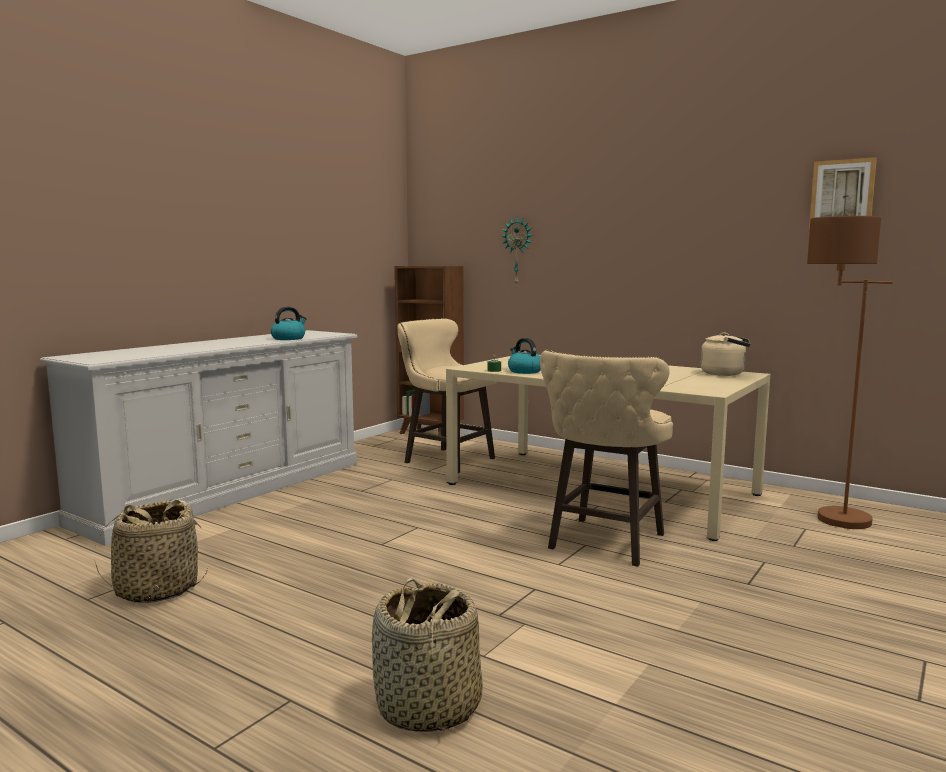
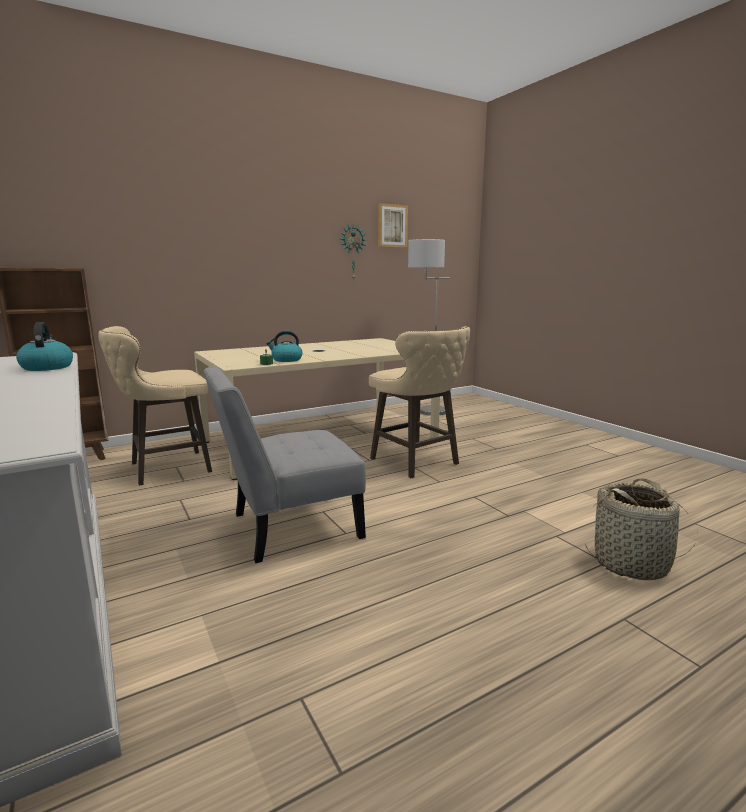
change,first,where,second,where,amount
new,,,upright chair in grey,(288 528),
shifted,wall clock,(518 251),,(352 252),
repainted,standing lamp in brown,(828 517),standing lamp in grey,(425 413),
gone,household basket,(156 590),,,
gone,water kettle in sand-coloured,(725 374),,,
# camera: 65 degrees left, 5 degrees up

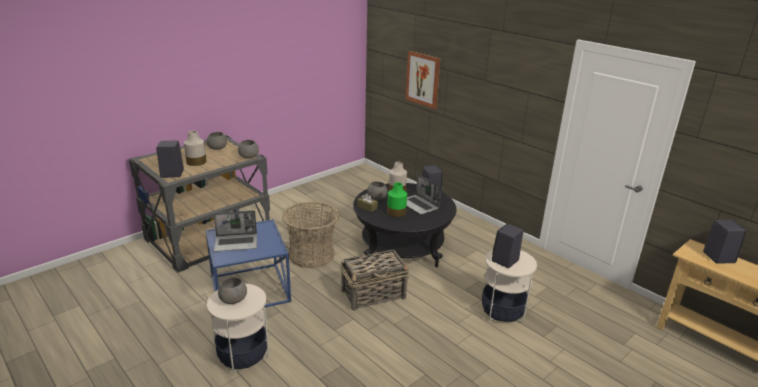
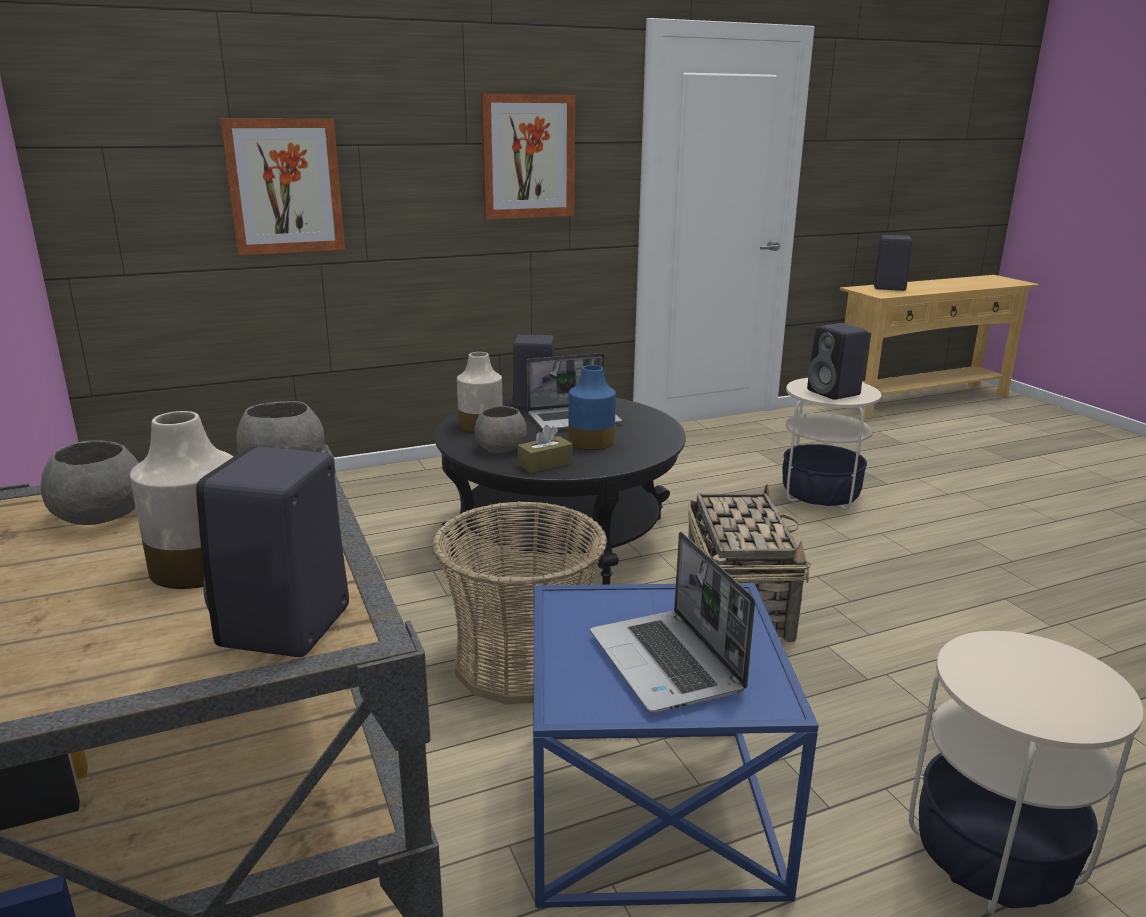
change,first,where,second,where,amount
new,,,picture,(528 157),
repainted,decorative vase in greenish,(396 212),decorative vase in bluish,(591 441),
rotated,notebook computer,(236 243),,(668 663),150 degrees clockwise
gone,serving bowl in grey,(233 299),,,
# camera: 70 degrees left, 5 degrees down

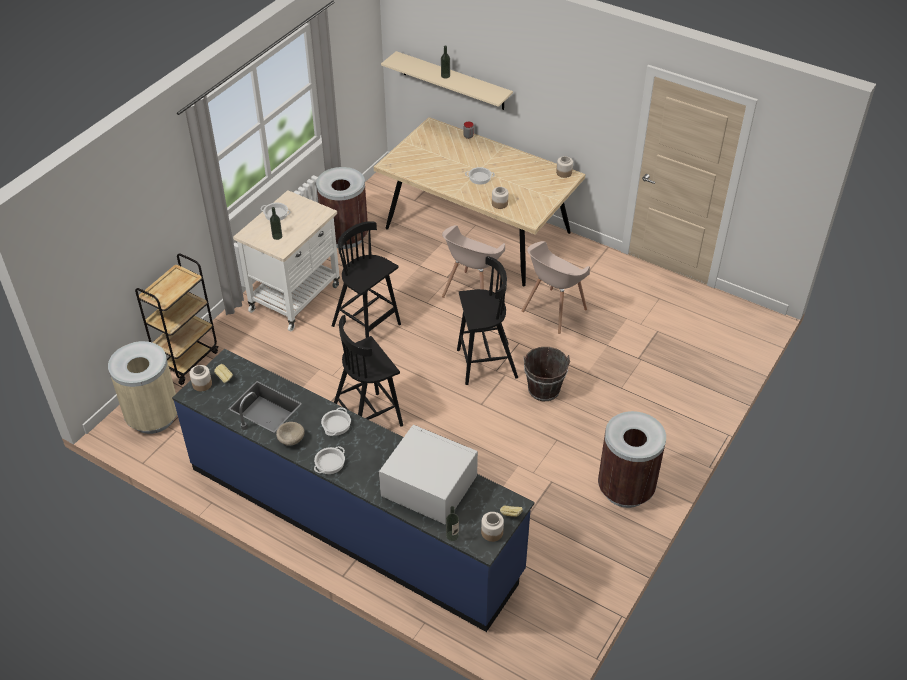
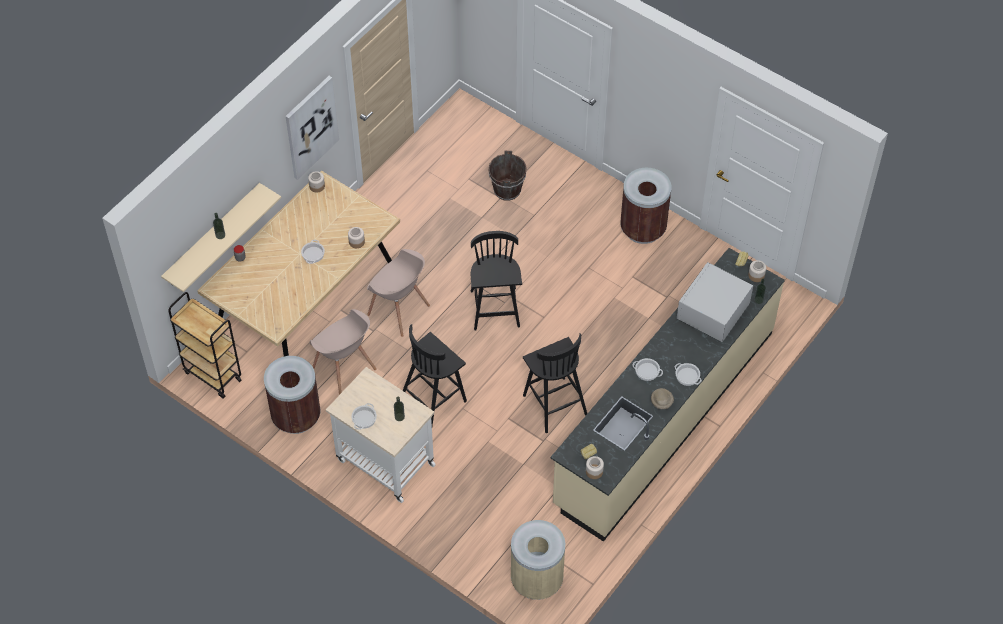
change,first,where,second,where,amount
shifted,cart in brown,(188 362),,(212 377),
new,,,picture,(311 127),
shifted,upright chair in sand-coloured,(554 311),,(344 370),
shifted,bucket in brown,(543 390),,(507 190),
repainted,kitchen counter in bluish,(353 519),kitchen counter in sand-coloured,(664 417),
# camera: 85 degrees left, 10 degrees up

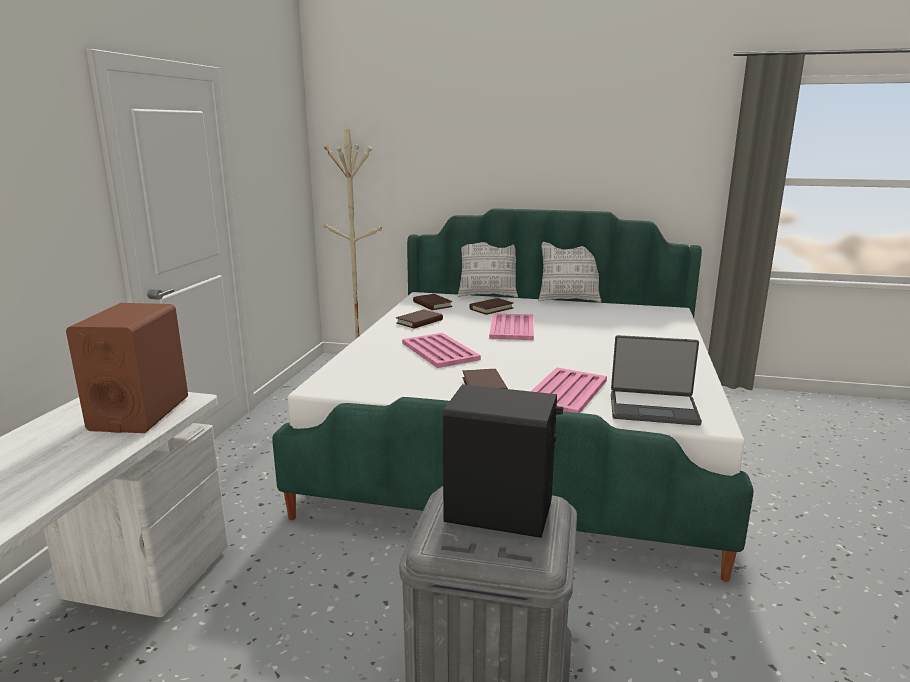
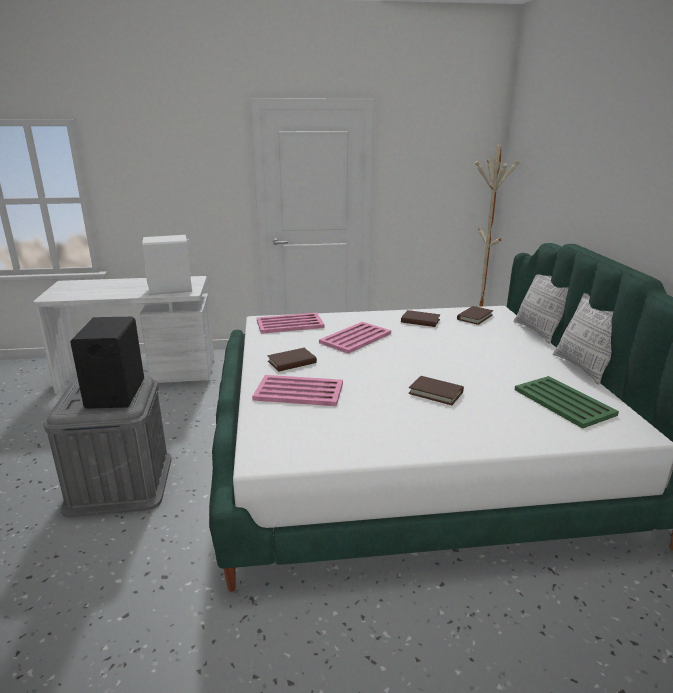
change,first,where,second,where,amount
repainted,speaker in brown,(140 413),speaker in white-coloured,(171 289),
shifted,carrying tray in pink,(511 328),,(289 324),
shifted,bound book in brown,(491 308),,(435 393),
new,,,carrying tray in greenish,(563 401),
gone,notebook computer,(653 408),,,
# camera: 70 degrees right, 5 degrees up

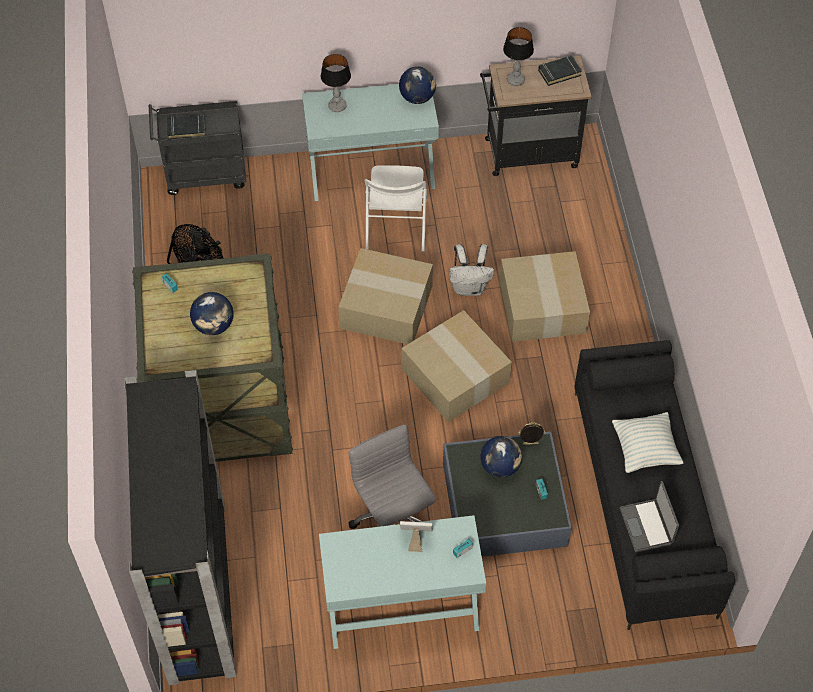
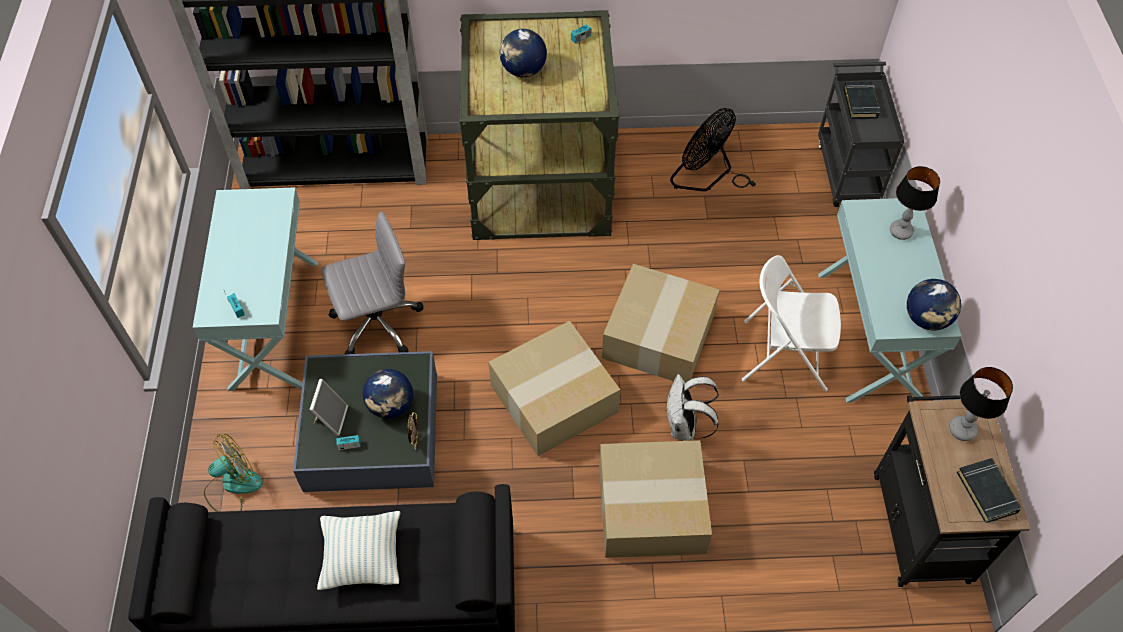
change,first,where,second,where,amount
new,,,fan,(233 486),
shifted,standing frame,(415 538),,(331 418),
gone,notebook computer,(647 526),,,
# camera: 95 degrees right, 0 degrees up

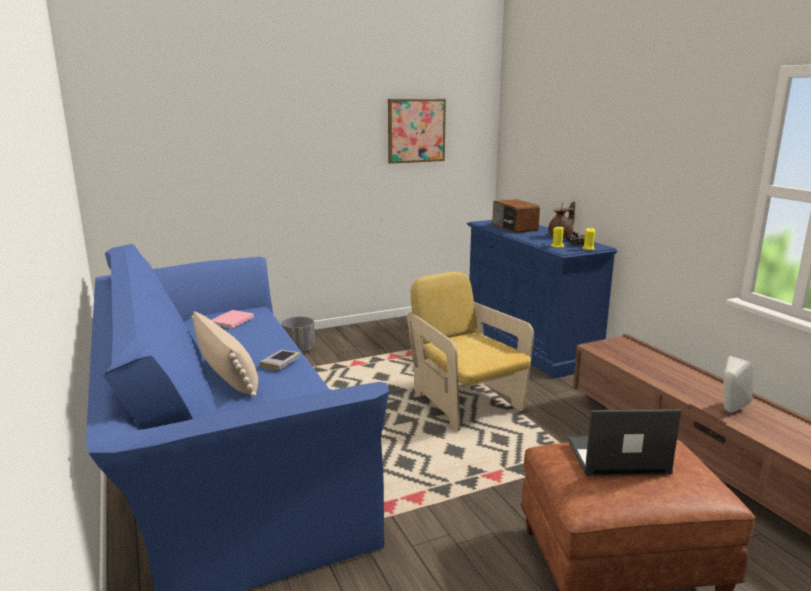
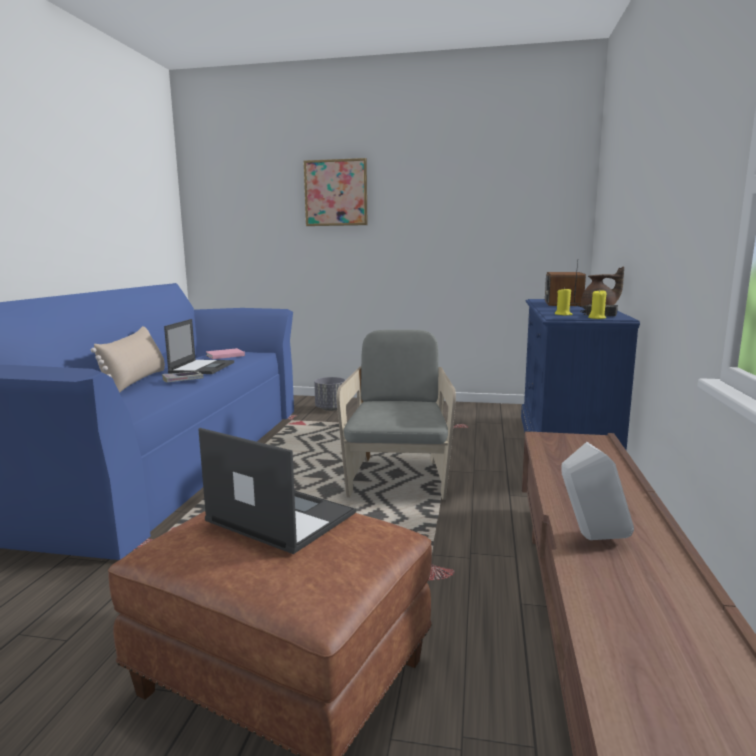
change,first,where,second,where,amount
new,,,notebook computer,(202 367),
shifted,picture,(416 130),,(336 193),
repainted,lounge chair in yellowish,(465 403),lounge chair in grey,(398 478),
# camera: 35 degrees right, 5 degrees down

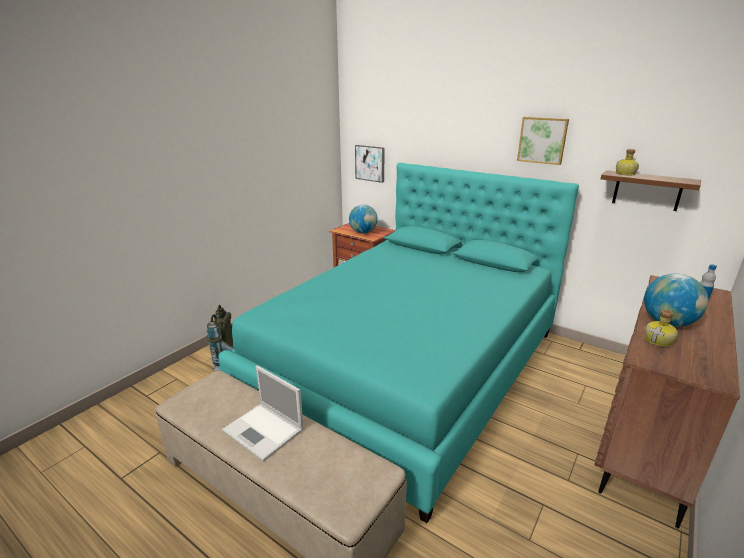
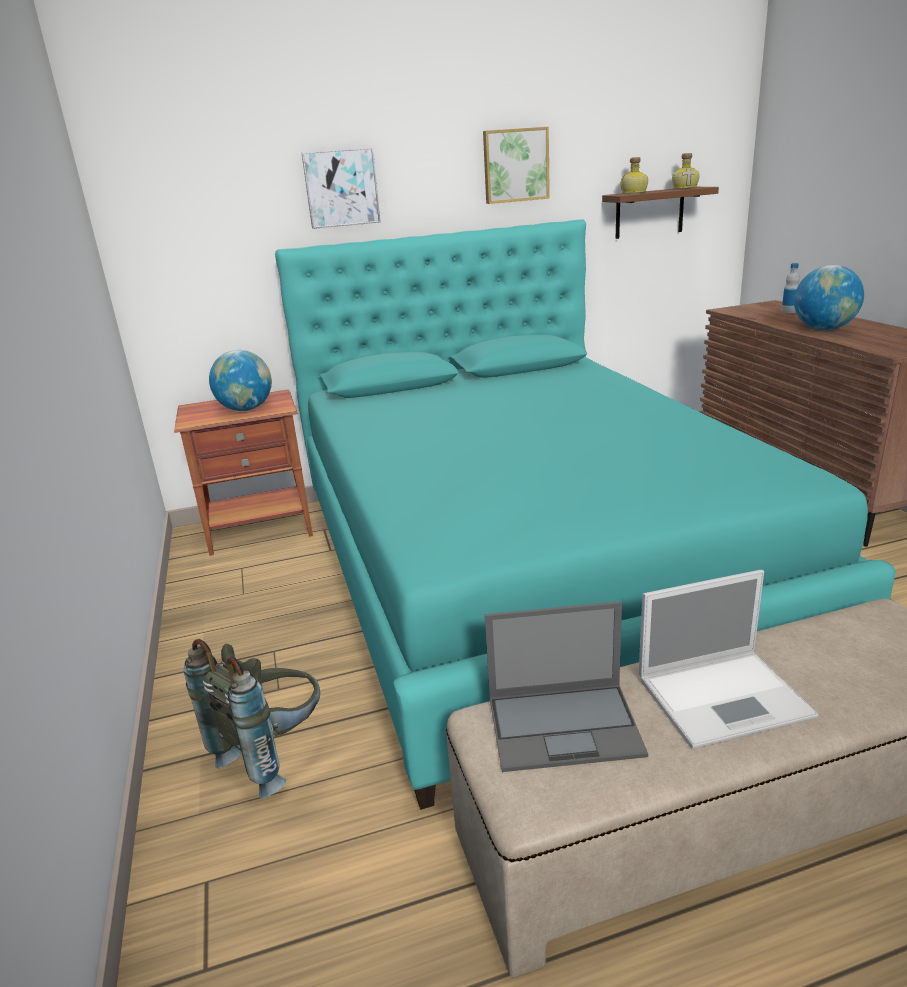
change,first,where,second,where,amount
shifted,picture,(370 163),,(341 188),
new,,,notebook computer,(565 725),
shifted,drink bottle,(659 341),,(685 188),
# camera: 50 degrees left, 0 degrees up

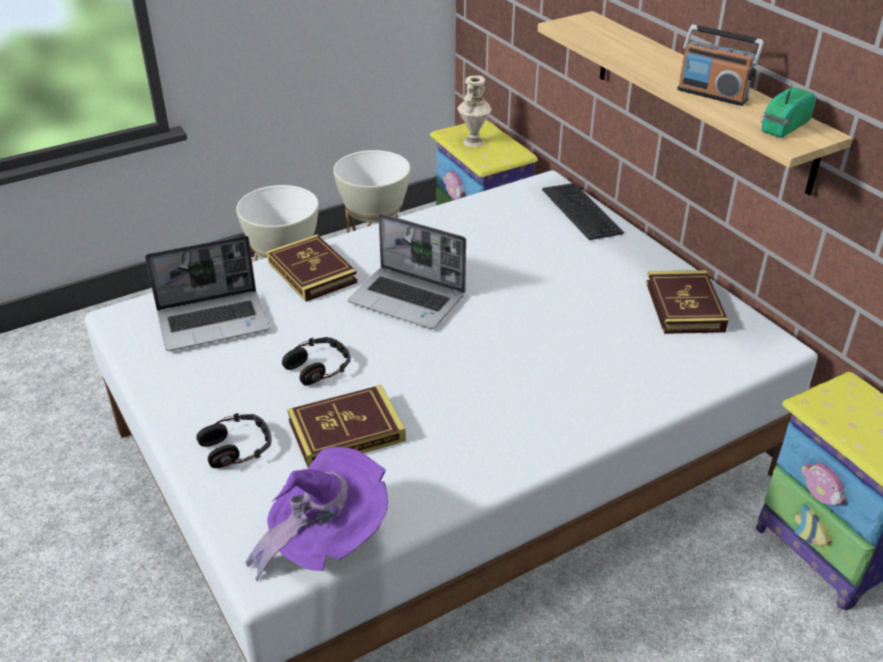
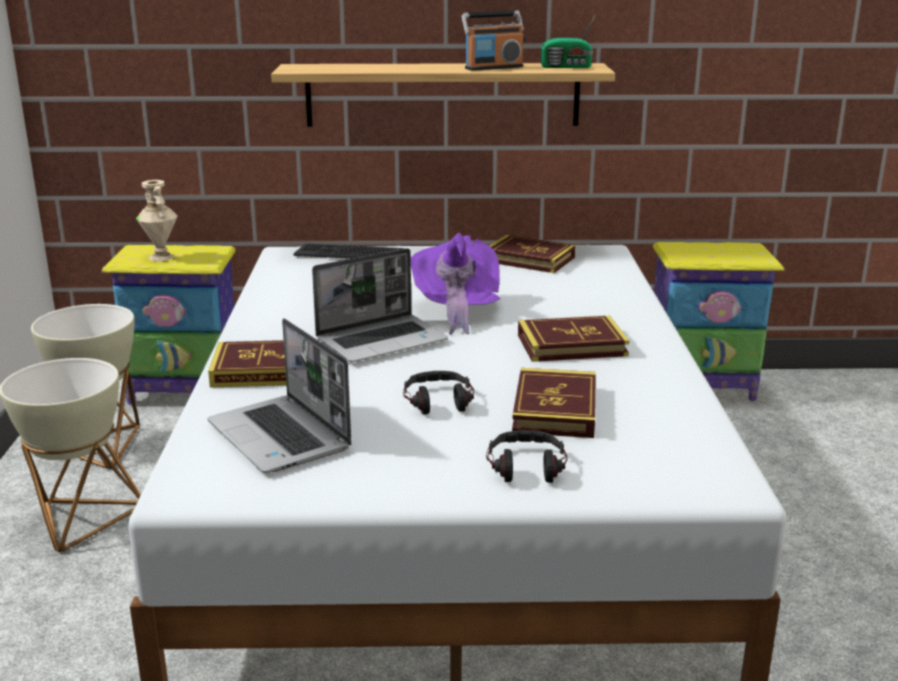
change,first,where,second,where,amount
rotated,notebook computer,(214 321),,(281 437),135 degrees clockwise
shifted,hat in purplish,(326 538),,(456 310),
new,,,bound book,(571 345),
rotated,radio set,(783 126),,(567 67),75 degrees counterclockwise
# camera: 60 degrees left, 15 degrees down

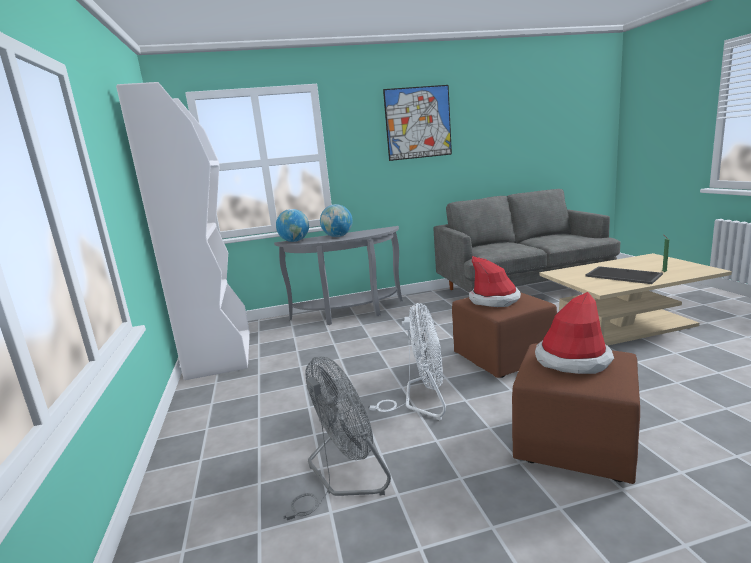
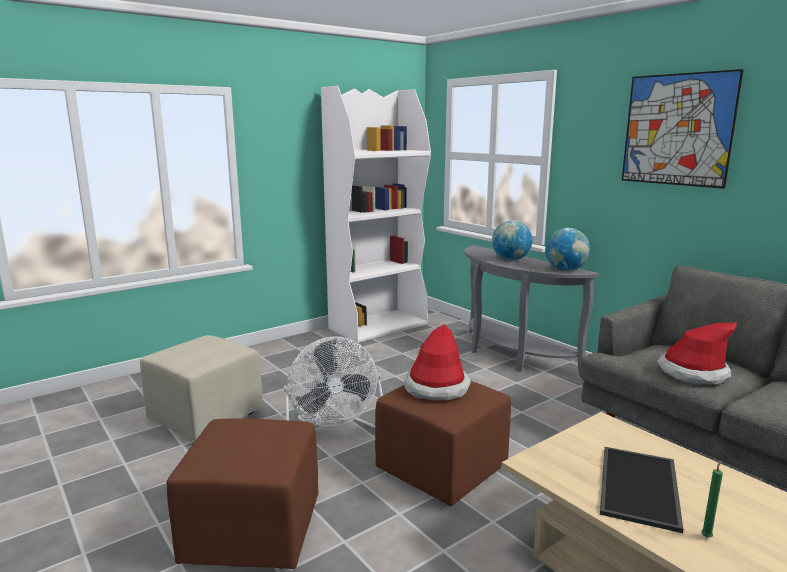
change,first,where,second,where,amount
swapped,fan in grey,(336 474),footrest in sand-coloured,(206 416),
shifted,world globe,(295 241),,(565 270),
shifted,hat,(572 360),,(692 372),
# camera: 65 degrees right, 0 degrees up

